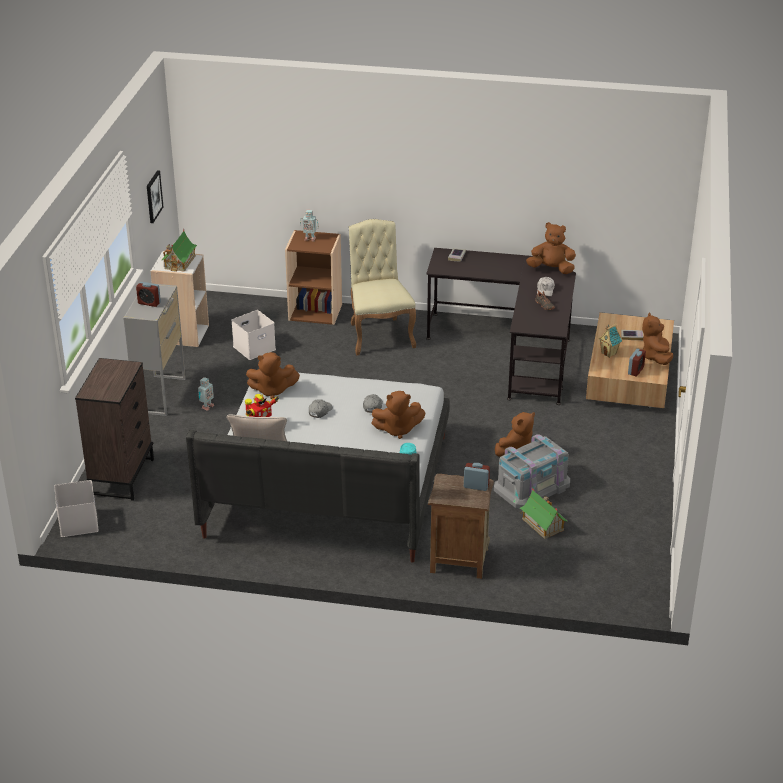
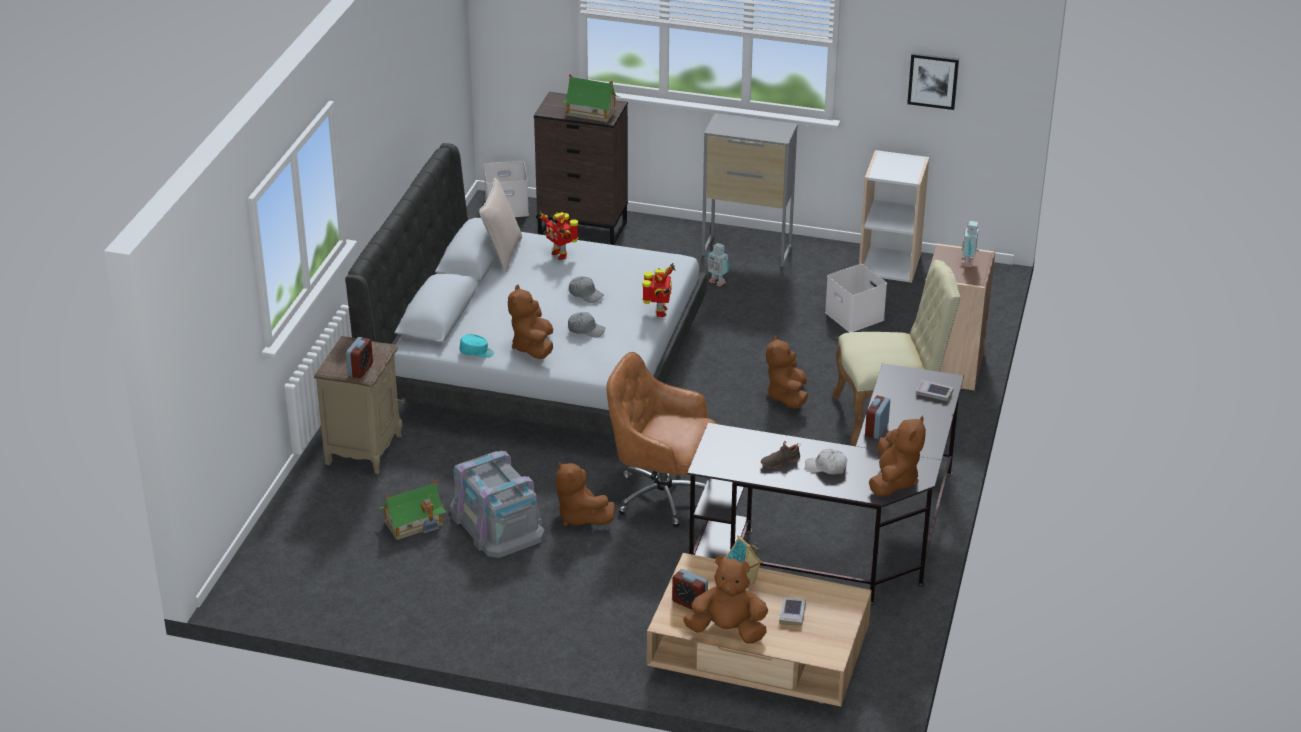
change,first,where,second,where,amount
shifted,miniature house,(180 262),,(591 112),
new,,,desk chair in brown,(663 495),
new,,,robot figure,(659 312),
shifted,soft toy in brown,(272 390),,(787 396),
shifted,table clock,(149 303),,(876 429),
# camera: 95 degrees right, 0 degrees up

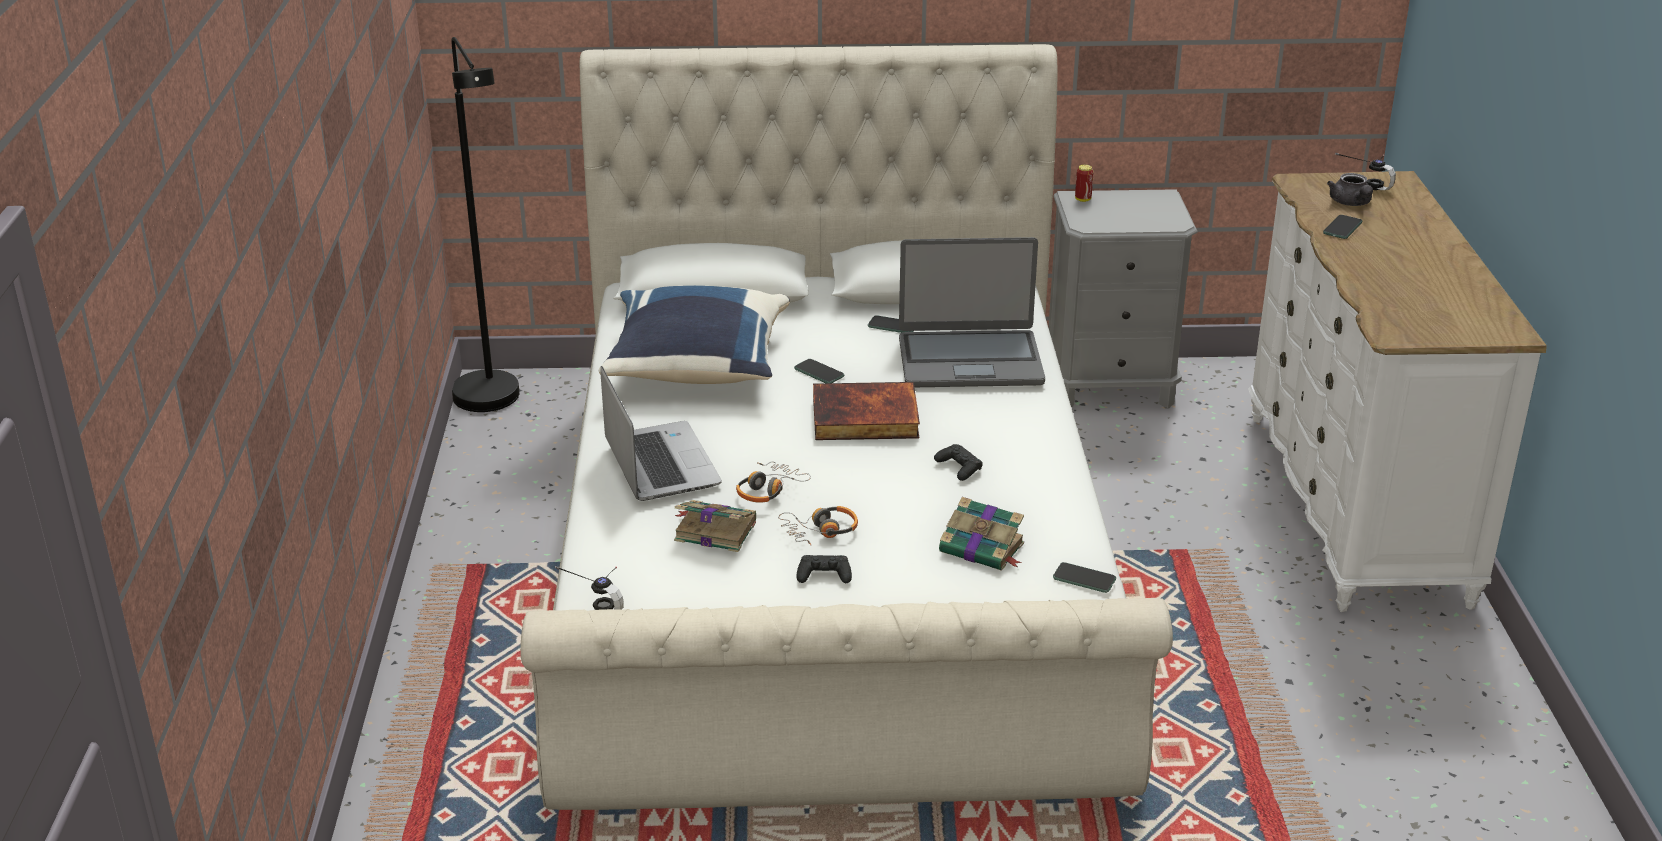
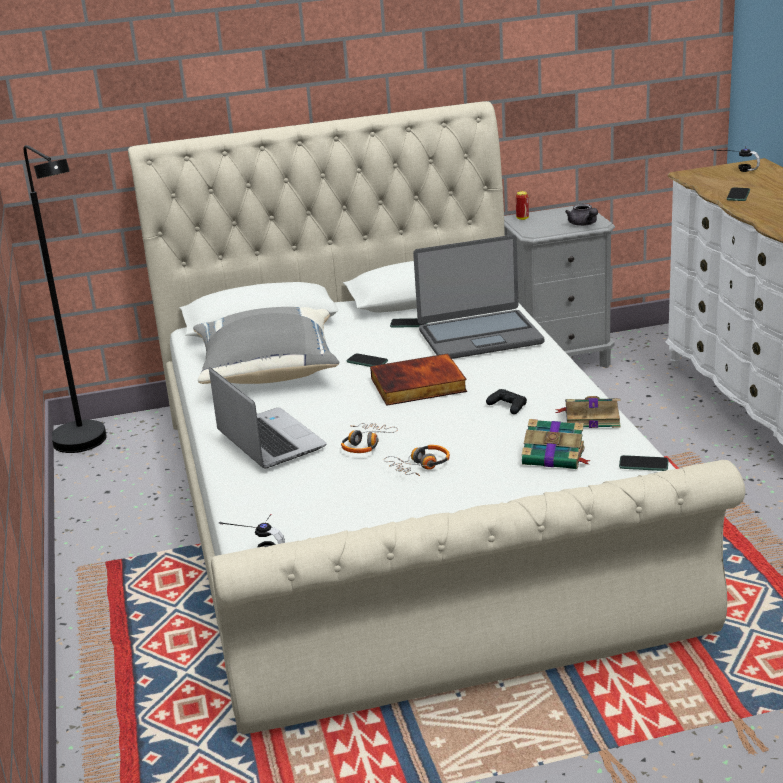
change,first,where,second,where,amount
repainted,cushion in bluish,(696 367),cushion in grey,(268 372),
shifted,bound book,(713 530),,(590 417),
shifted,teapot in grey,(1351 203),,(583 224),
gone,gamepad in blackish,(824 575),,,
# camera: 10 degrees left, 5 degrees down

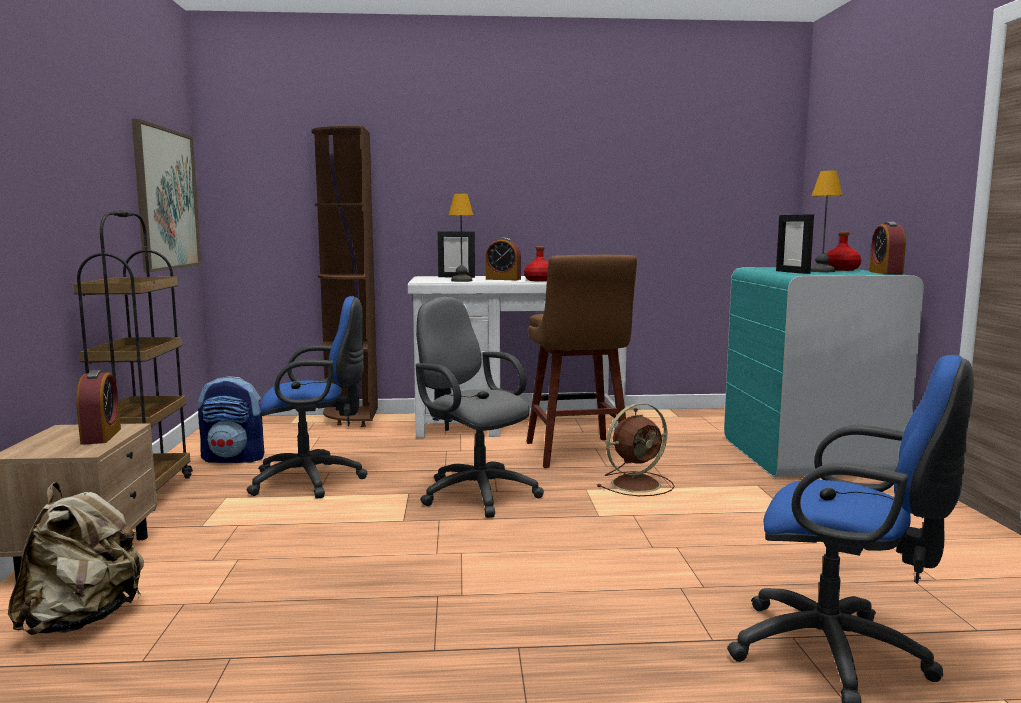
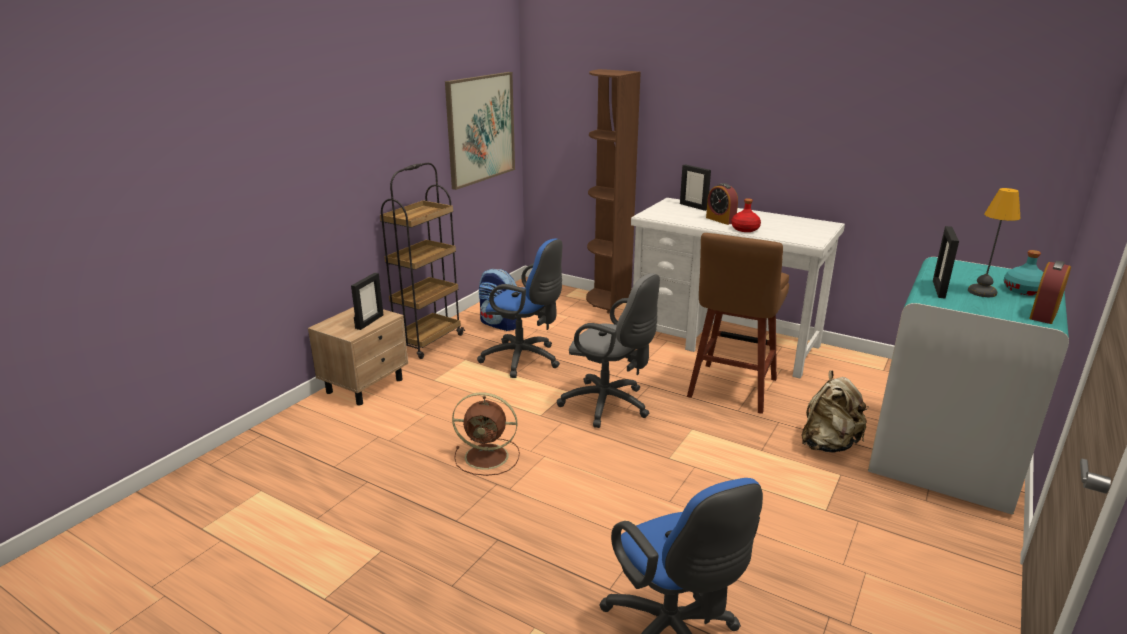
change,first,where,second,where,amount
swapped,table clock,(101 436),standing frame,(369 321),
shifted,fan in brown,(637 484),,(488 456),
rotated,desk chair in grey,(474 493),,(609 405),135 degrees clockwise
shifted,rucksack in sand-coloured,(82 620),,(828 444),
repainted,drink bottle in red,(841 269),drink bottle in turquoise-coloured,(1023 290),
gone,lamp for a table,(461 281),,,
# camera: 35 degrees right, 15 degrees up

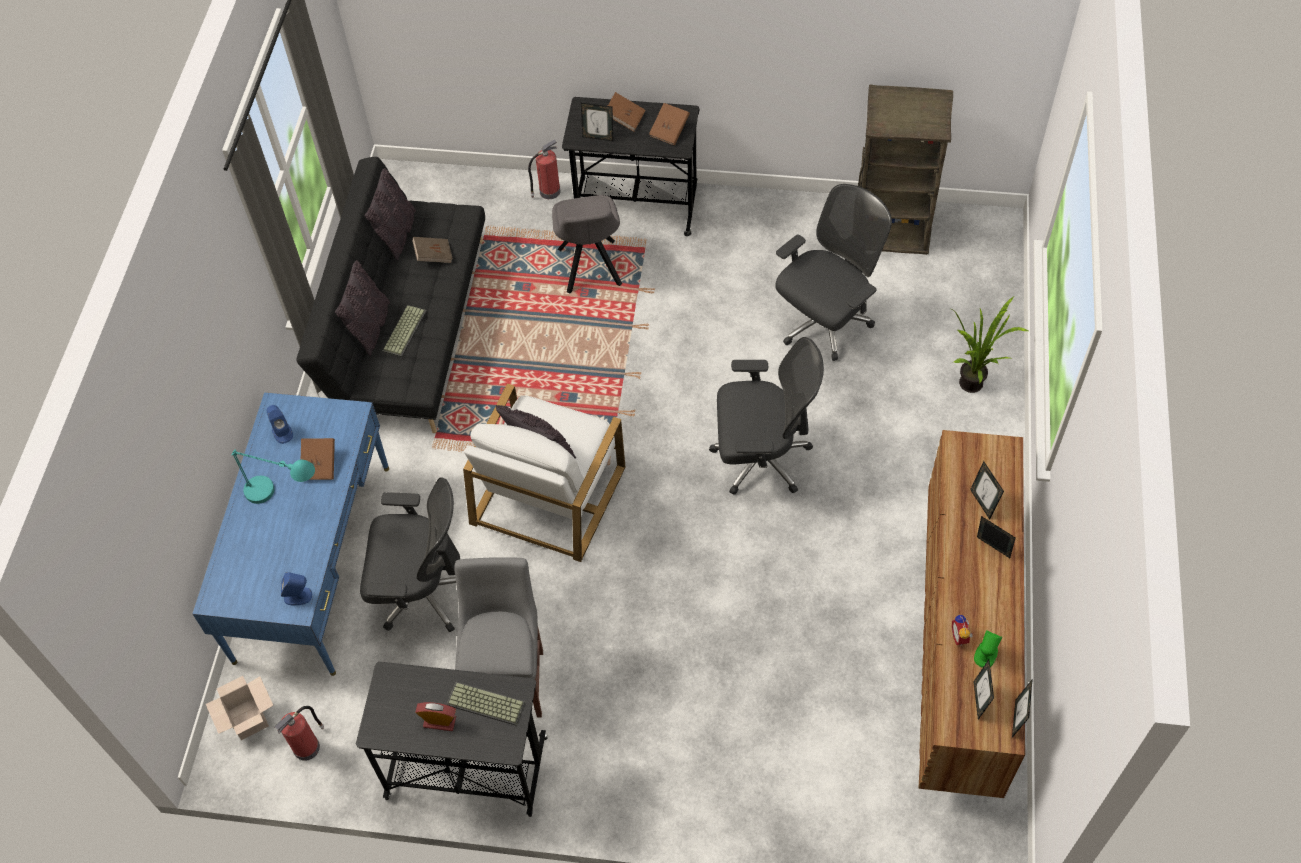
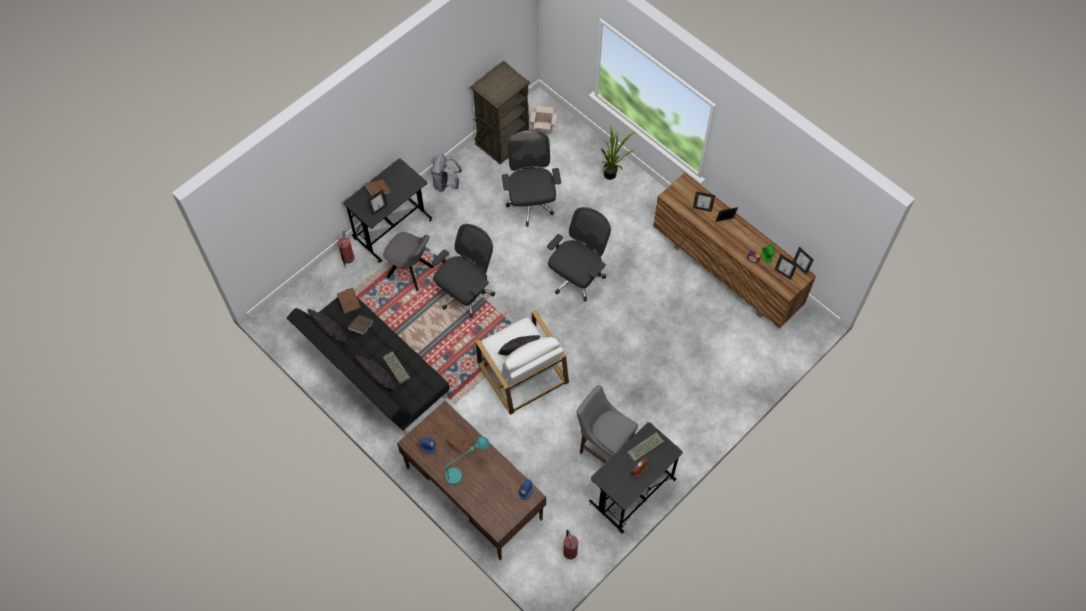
change,first,where,second,where,amount
shifted,bound book in brown,(669 131),,(349 303),
repainted,desk unit in bluish,(313 562),desk unit in brown,(474 493),
new,,,rucksack in grey,(446 184),
shifted,desk chair,(422 594),,(467 295),
shifted,cardboard box,(247 718),,(543 127),
# camera: 55 degrees left, 5 degrees up

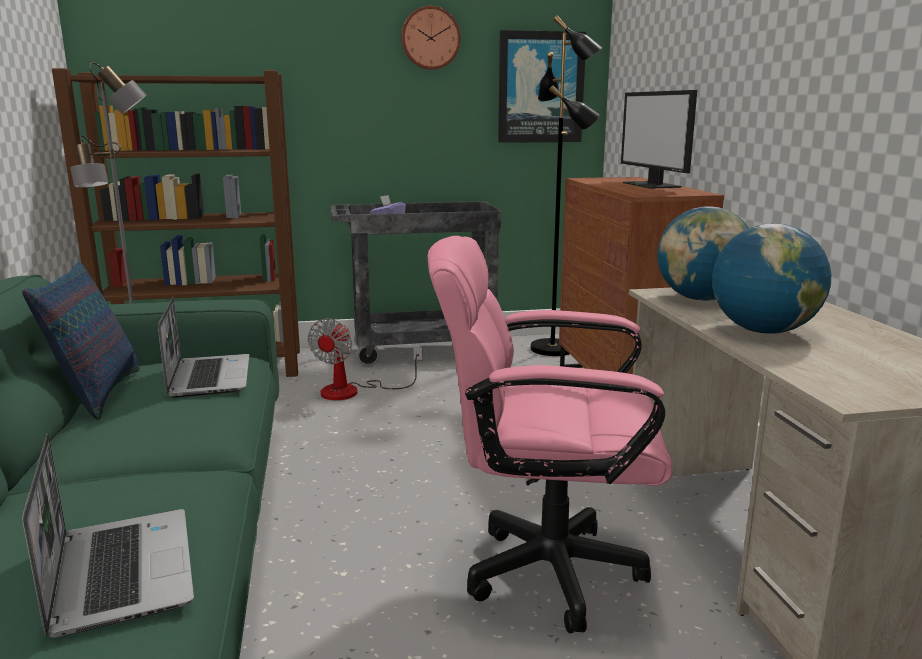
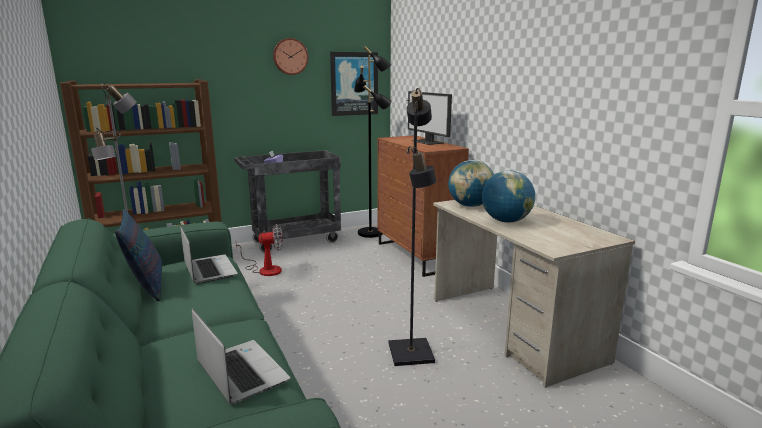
change,first,where,second,where,amount
rotated,fan,(353 391),,(265 269),105 degrees counterclockwise
swapped,desk chair in pink,(543 575),standing lamp in blackish,(410 353),
# camera: 15 degrees left, 0 degrees up

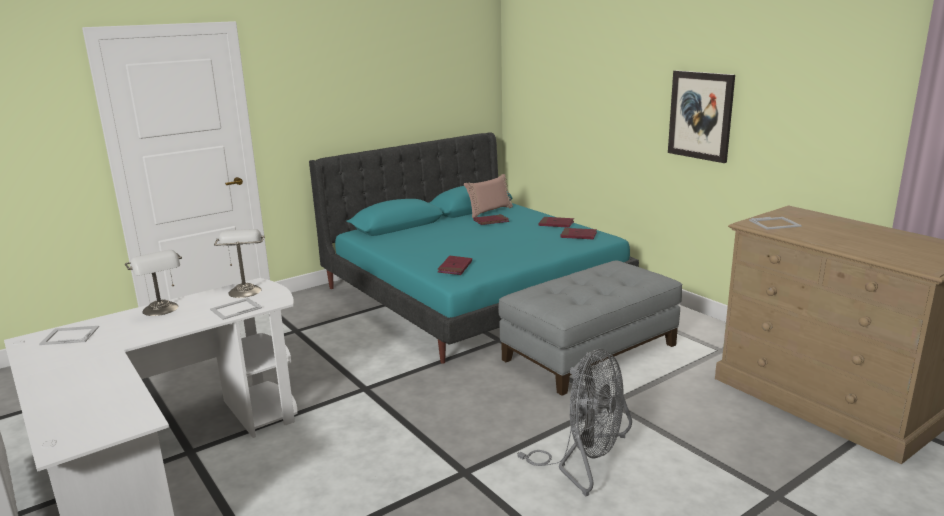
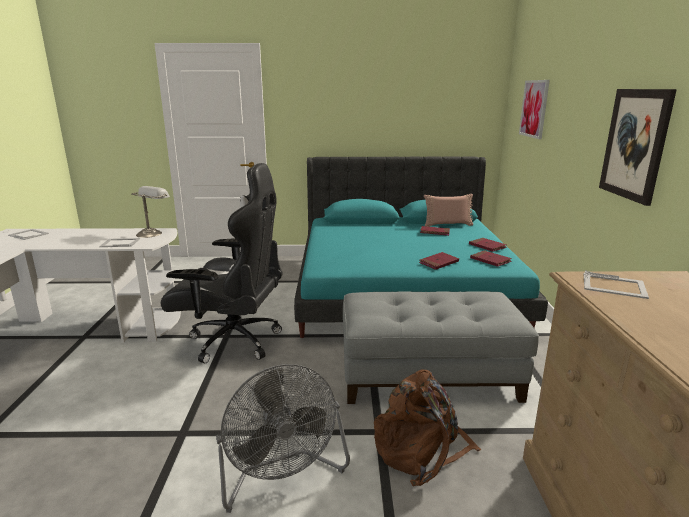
change,first,where,second,where,amount
new,,,desk chair in blackish,(229 341),
new,,,rucksack in brown,(421 450),
shifted,bound book in red,(455 267),,(439 263),
new,,,picture,(534 108),
gone,lamp for a table in white-coloured,(163 311),,,
# camera: 35 degrees right, 0 degrees up

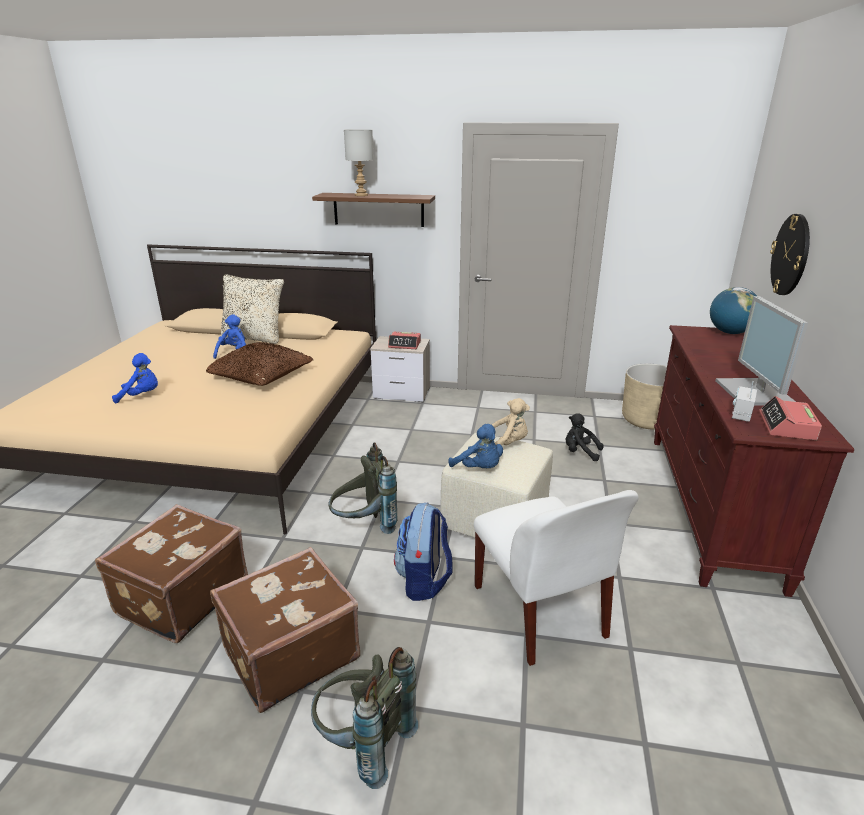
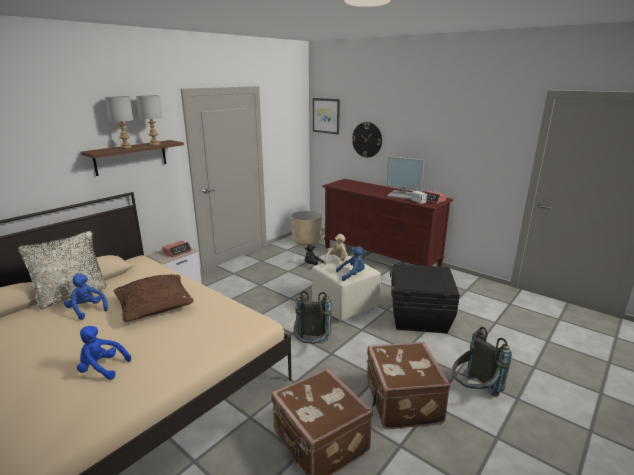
change,first,where,second,where,amount
rotated,soft toy in bluish,(141 396),,(102 368),105 degrees counterclockwise
new,,,lamp for a table in grey,(154 144),
new,,,picture,(326 115),
swapped,upright chair in white-coloured,(540 613),storage bin in blackish,(418 318),
gone,rucksack,(424 581),,,
gone,world globe,(730 332),,,
# camera: 60 degrees left, 5 degrees down

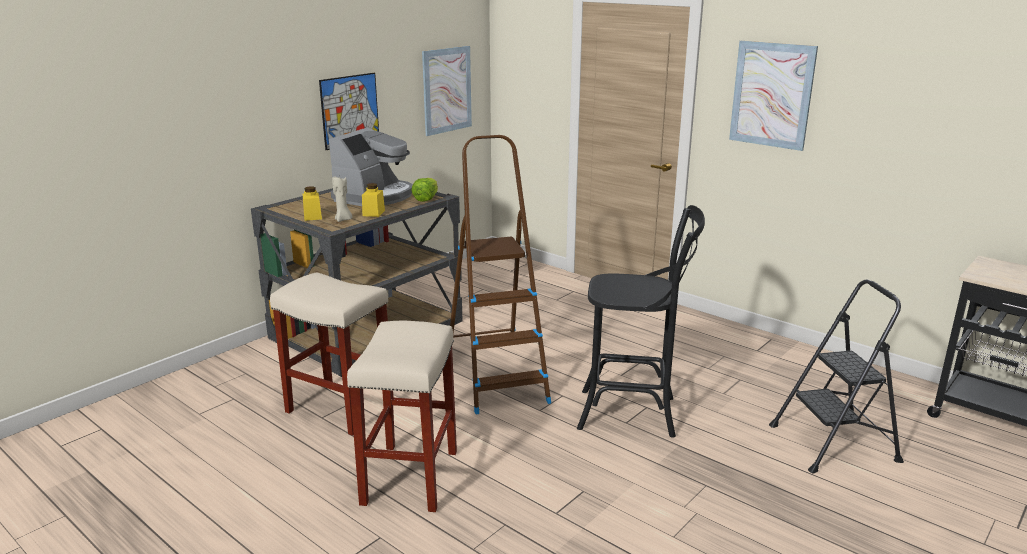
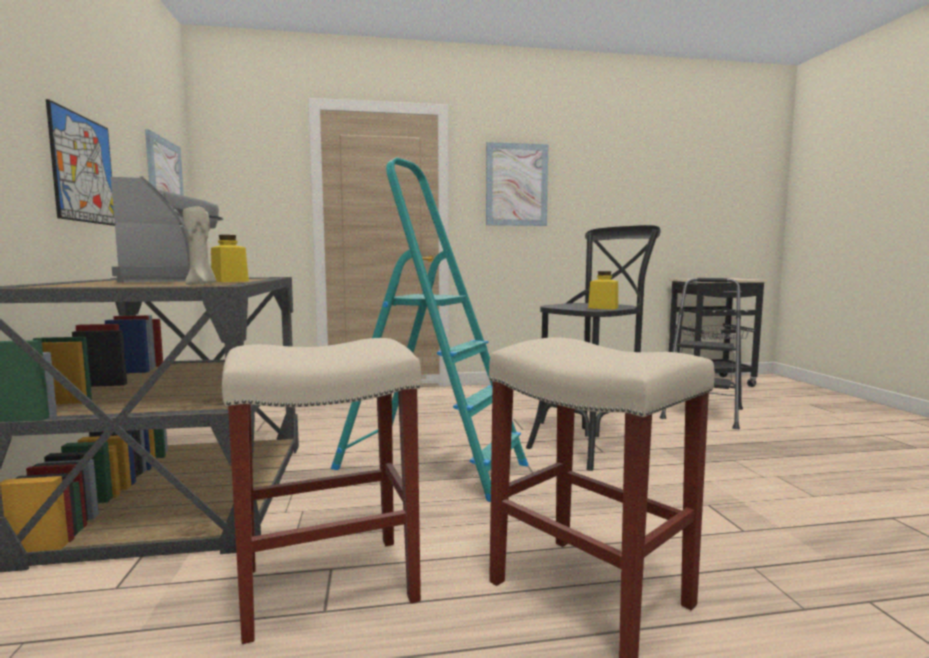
change,first,where,second,where,amount
repainted,stepladder in brown,(496 373),stepladder in turquoise-coloured,(431 467),
shifted,jar in yellowish,(312 216),,(603 308),
gone,lettuce head,(426 198),,,
# camera: 50 degrees left, 15 degrees down

